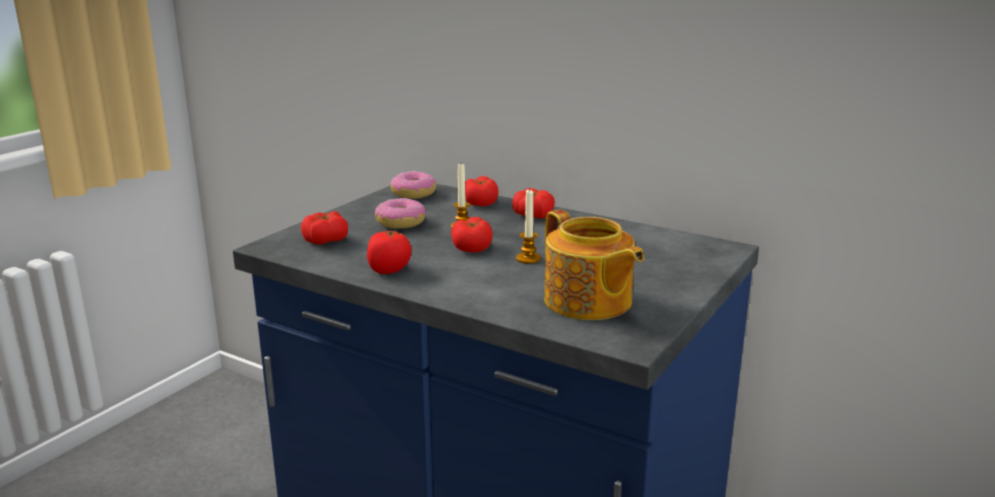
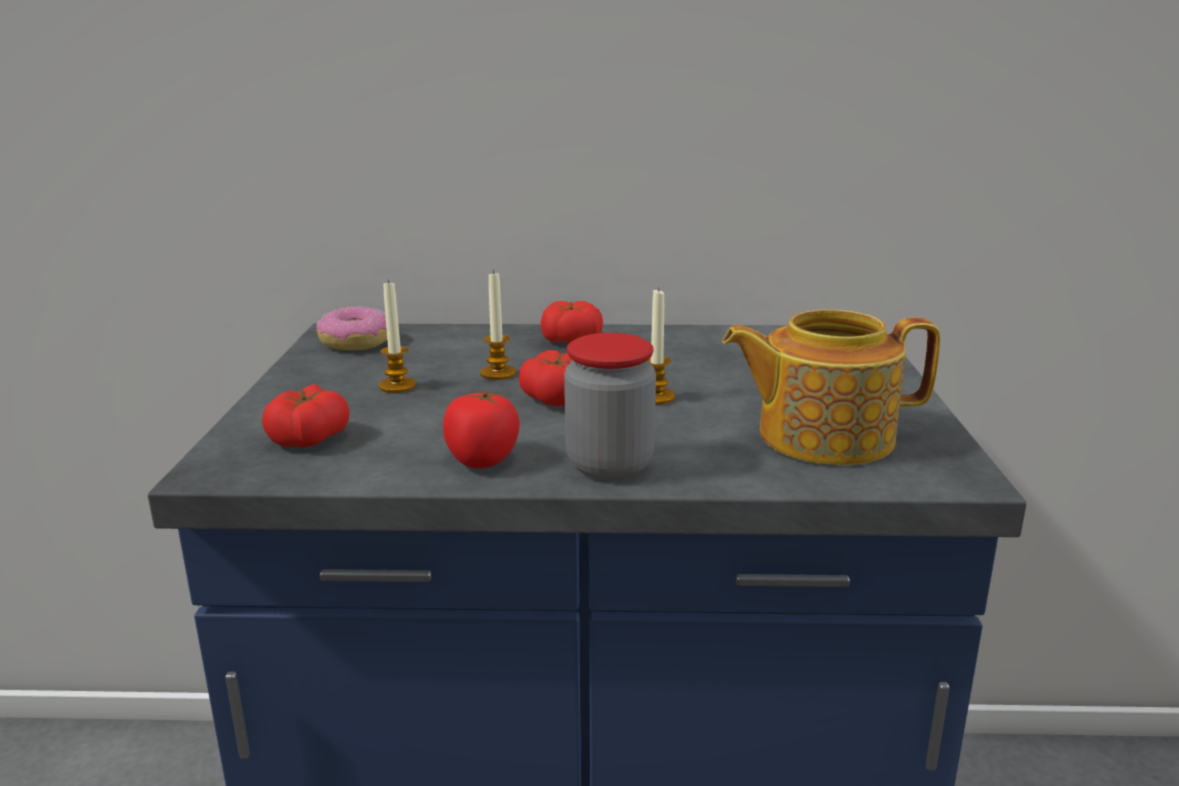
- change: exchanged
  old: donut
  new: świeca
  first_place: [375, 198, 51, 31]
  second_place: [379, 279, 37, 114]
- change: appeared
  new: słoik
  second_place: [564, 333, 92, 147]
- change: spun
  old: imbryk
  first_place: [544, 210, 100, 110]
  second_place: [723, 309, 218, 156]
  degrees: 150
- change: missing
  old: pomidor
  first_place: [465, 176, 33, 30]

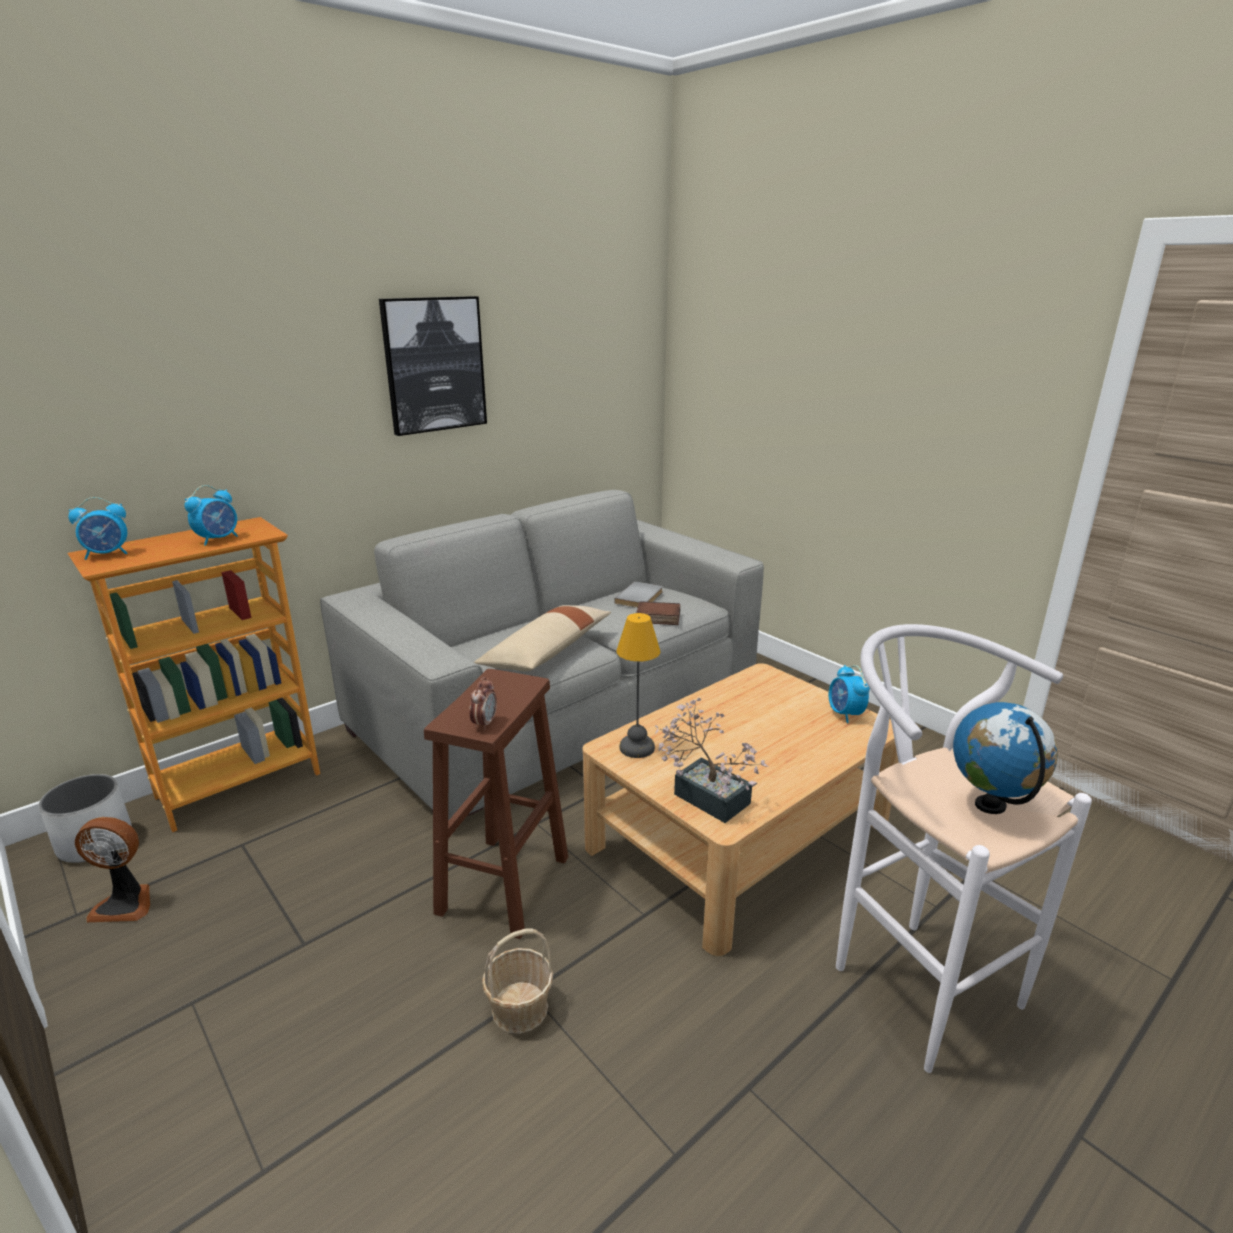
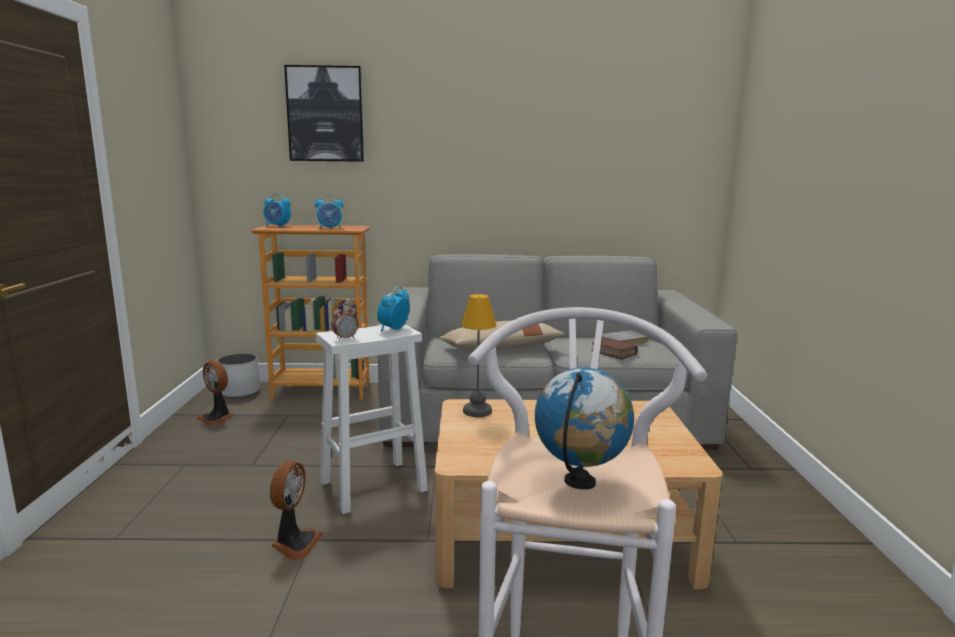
- change: exchanged
  old: koszyk
  new: wentylator
  first_place: [482, 929, 71, 105]
  second_place: [270, 461, 53, 99]
- change: relocated
  old: obraz
  first_place: [379, 296, 108, 140]
  second_place: [284, 65, 80, 97]
- change: colour
  old: stołek (brązowy)
  new: stołek (biały)
  first_place: [424, 669, 144, 270]
  second_place: [316, 324, 112, 190]
- change: relocated
  old: budzik
  first_place: [829, 665, 41, 58]
  second_place: [377, 286, 33, 46]
- change: missing
  old: roślina doniczkowa
  first_place: [655, 698, 113, 125]

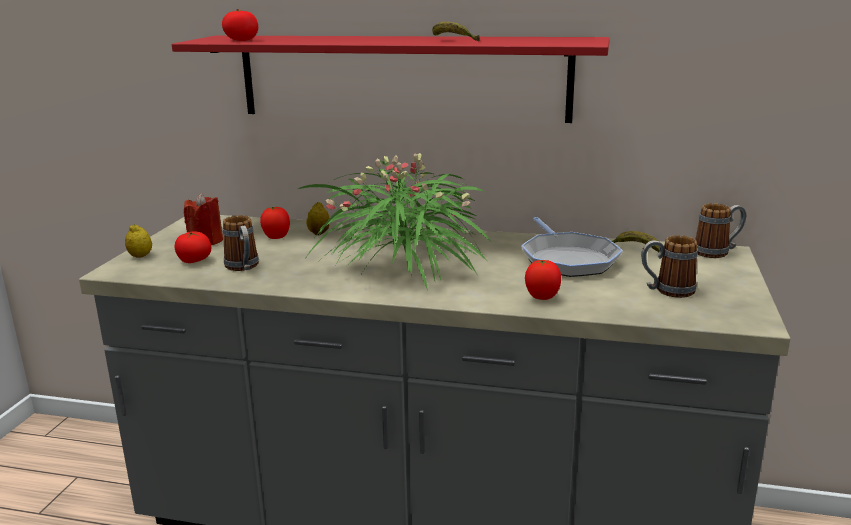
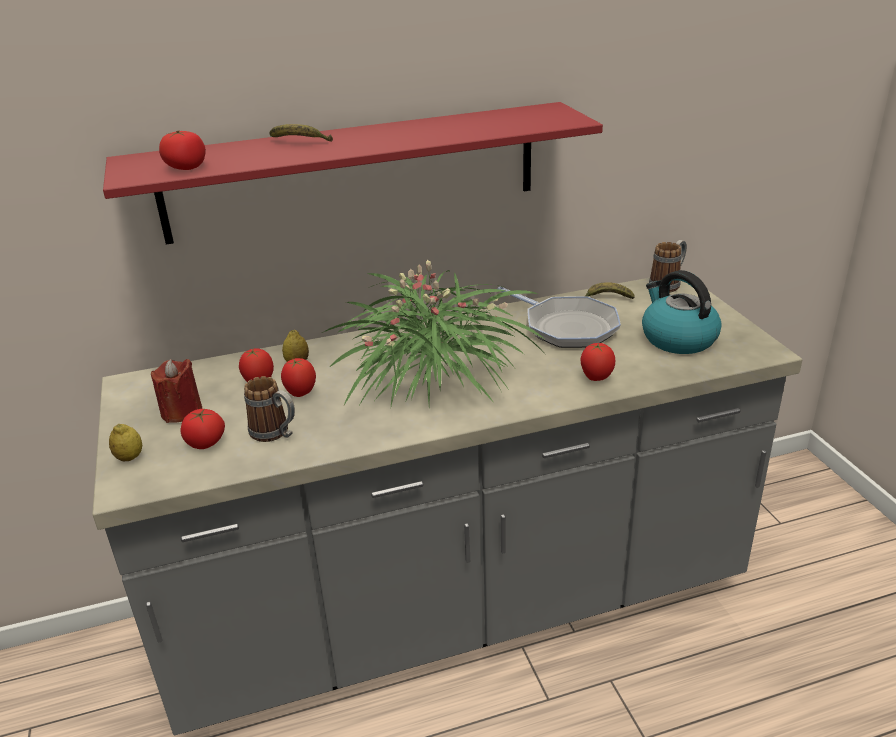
- change: relocated
  old: banan
  first_place: [432, 22, 48, 19]
  second_place: [270, 124, 63, 18]
- change: appeared
  new: pomidor
  second_place: [281, 358, 35, 39]
- change: exchanged
  old: kubek
  new: czajnik
  first_place: [641, 235, 57, 63]
  second_place: [642, 270, 80, 84]

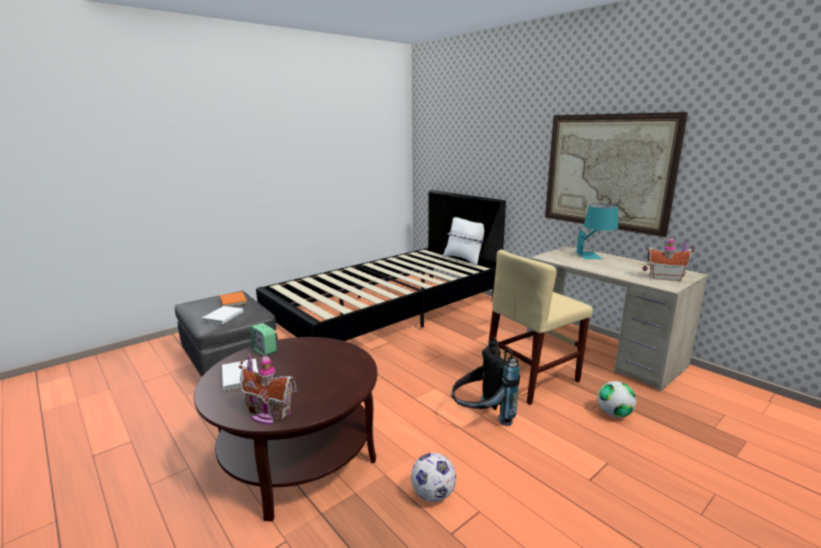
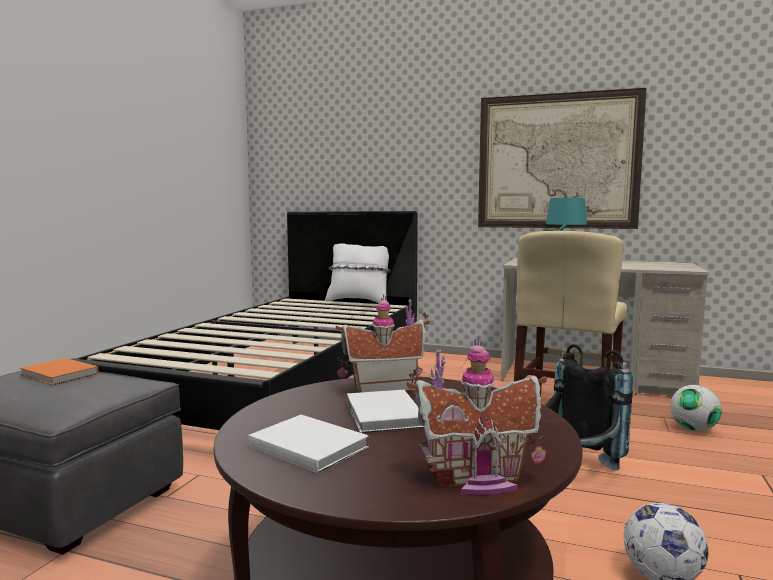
- change: relocated
  old: domek
  first_place: [643, 238, 52, 43]
  second_place: [336, 295, 94, 98]
- change: relocated
  old: książka (biały)
  first_place: [202, 306, 41, 18]
  second_place: [347, 390, 77, 43]
- change: missing
  old: budzik
  first_place: [250, 323, 27, 33]

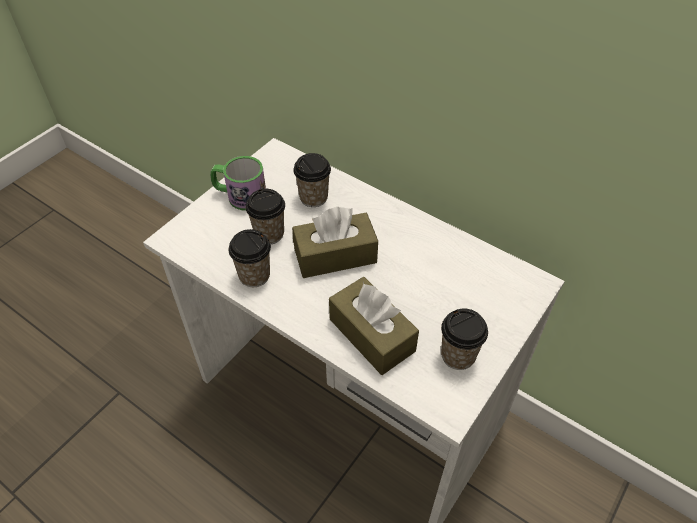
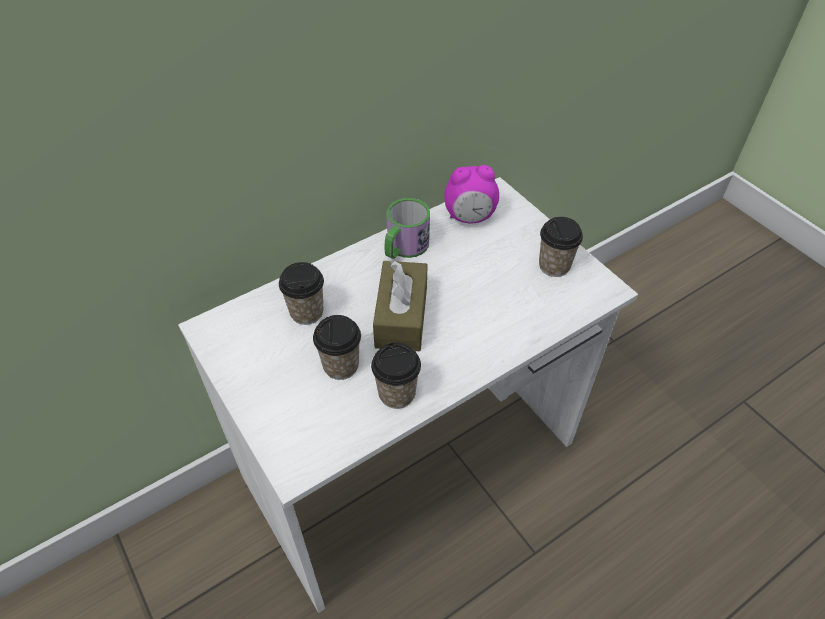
- change: relocated
  old: kubek
  first_place: [210, 156, 56, 54]
  second_place: [385, 198, 45, 61]
- change: appeared
  new: budzik
  second_place: [445, 165, 54, 59]
- change: missing
  old: pudełko chusteczek (brązowy)
  first_place: [329, 277, 90, 98]

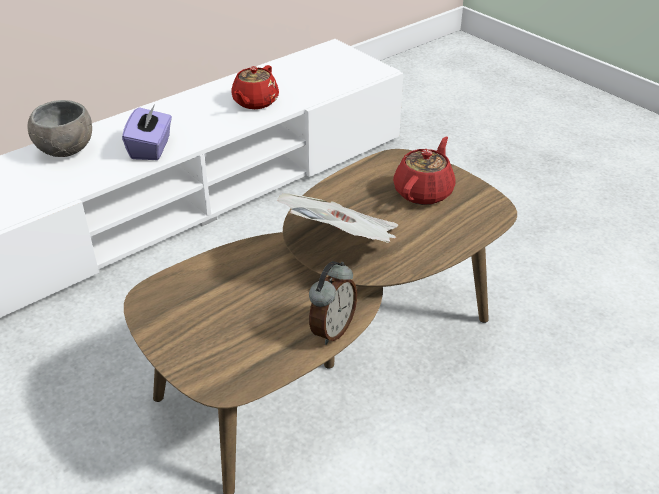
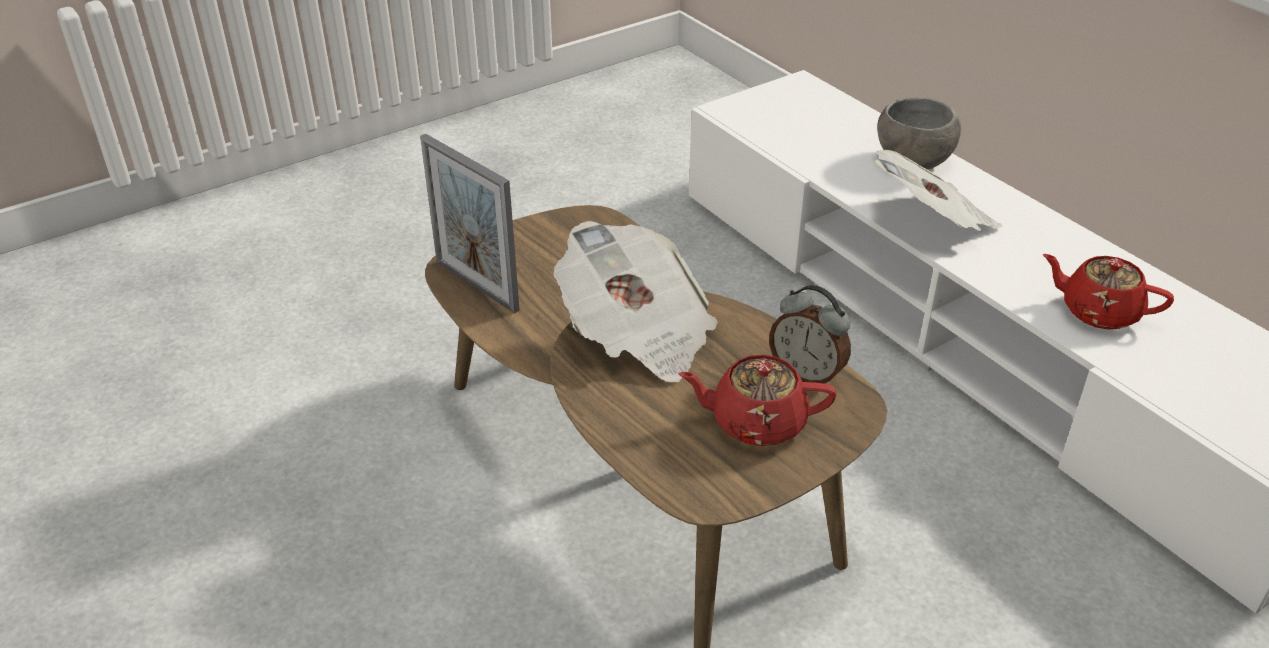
- change: appeared
  new: ramka na zdjęcie
  second_place: [420, 134, 100, 179]
- change: spun
  old: imbryk (czerwony)
  first_place: [393, 137, 63, 68]
  second_place: [678, 355, 159, 91]
  degrees: 150
- change: relocated
  old: budzik
  first_place: [309, 261, 48, 84]
  second_place: [769, 285, 82, 99]
- change: exchanged
  old: pudełko chusteczek (fioletowy)
  new: gazeta
  first_place: [122, 104, 50, 56]
  second_place: [873, 150, 129, 81]

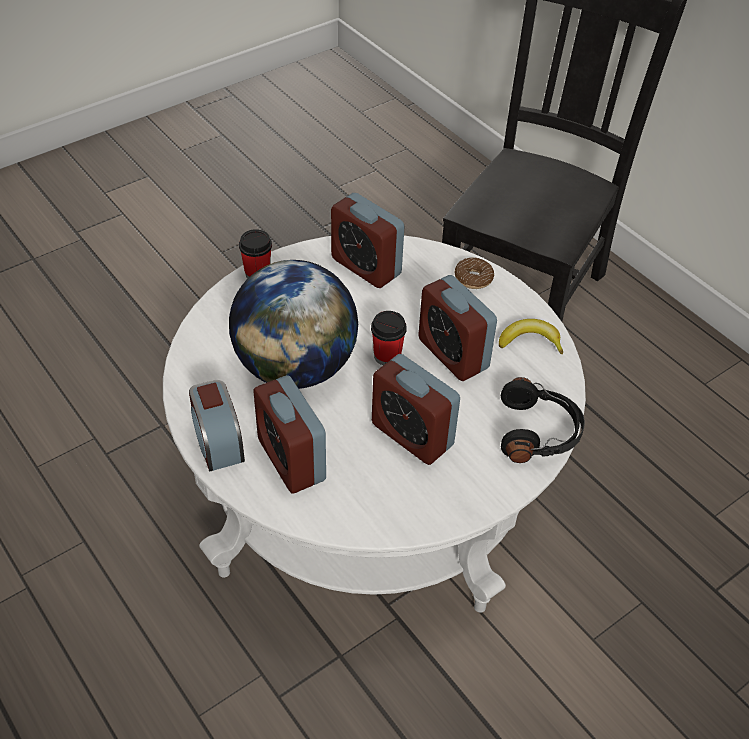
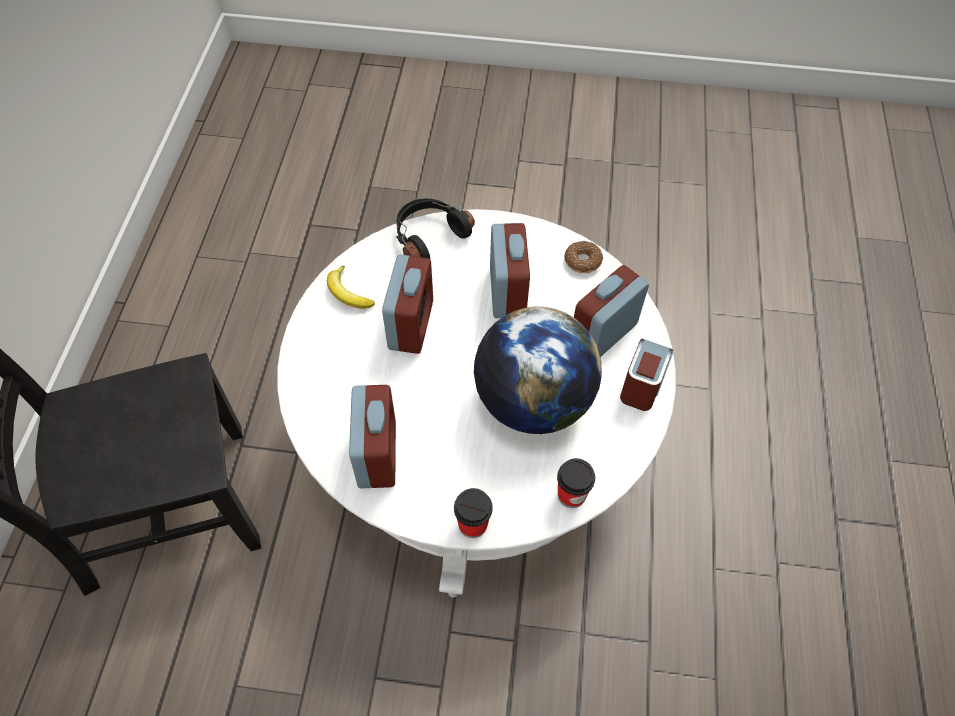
- change: relocated
  old: filiżanka
  first_place: [371, 311, 36, 54]
  second_place: [557, 458, 38, 50]
- change: relocated
  old: donut
  first_place: [454, 257, 41, 32]
  second_place: [564, 241, 39, 32]
- change: spun
  old: budzik
  first_place: [253, 375, 73, 119]
  second_place: [574, 265, 75, 92]
  degrees: -150

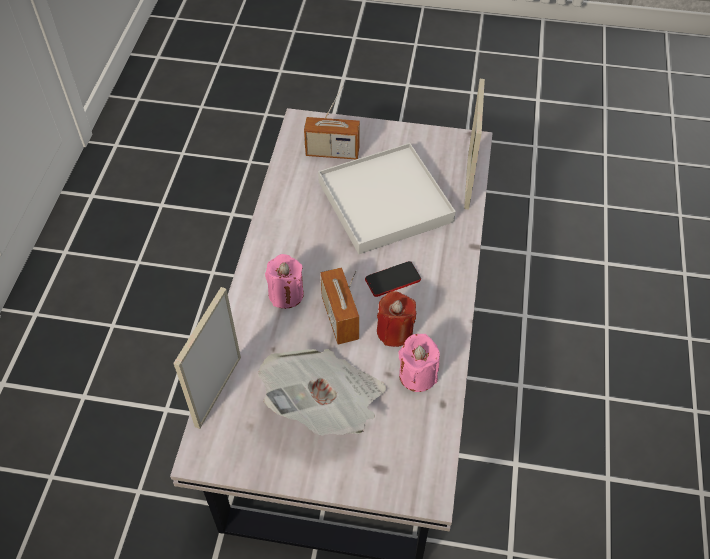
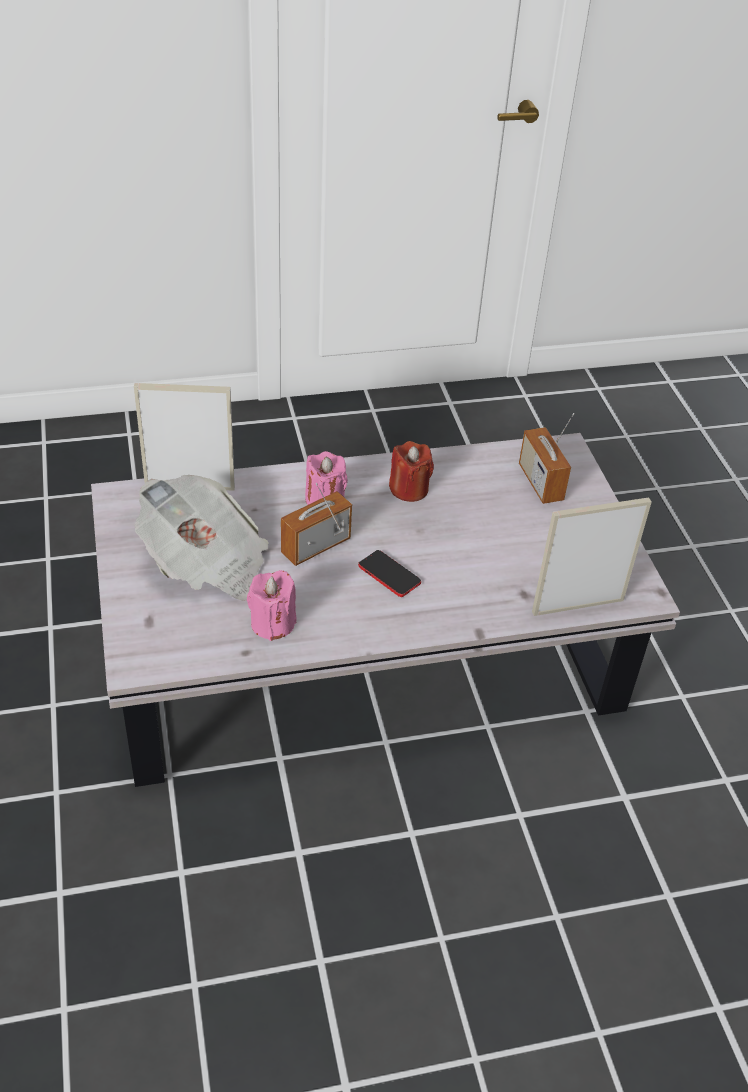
- change: relocated
  old: świeca (czerwony)
  first_place: [377, 291, 40, 56]
  second_place: [389, 441, 45, 61]
- change: missing
  old: taca (biały)
  first_place: [318, 143, 138, 111]

